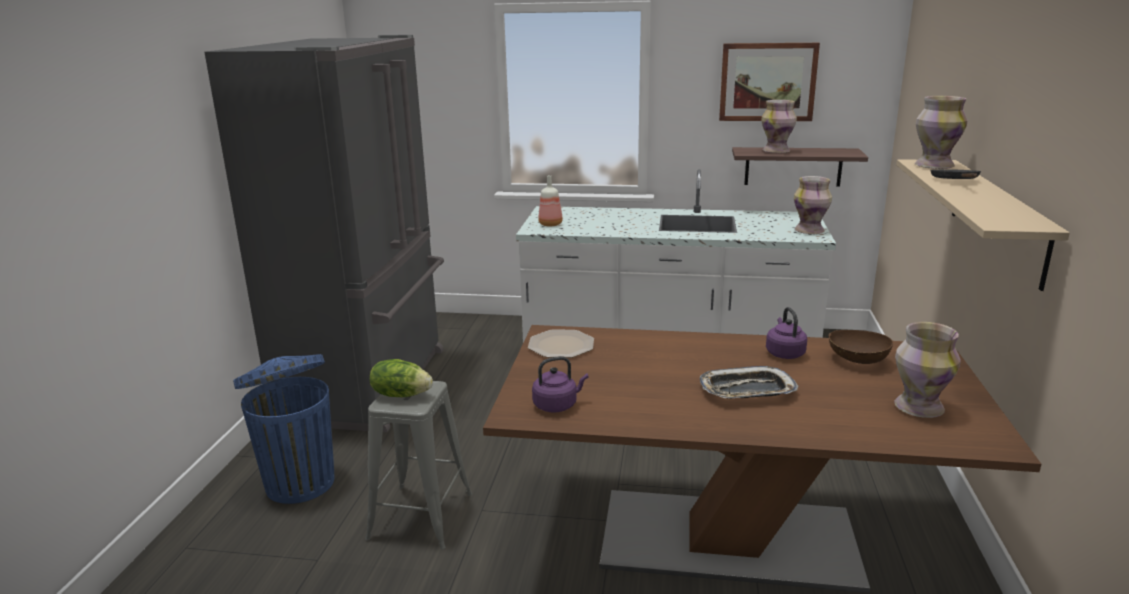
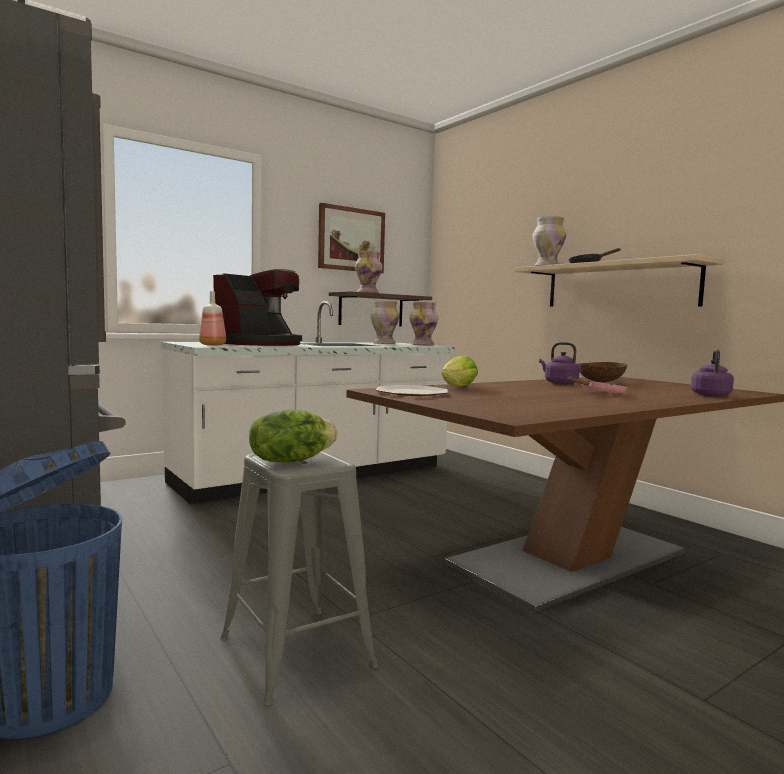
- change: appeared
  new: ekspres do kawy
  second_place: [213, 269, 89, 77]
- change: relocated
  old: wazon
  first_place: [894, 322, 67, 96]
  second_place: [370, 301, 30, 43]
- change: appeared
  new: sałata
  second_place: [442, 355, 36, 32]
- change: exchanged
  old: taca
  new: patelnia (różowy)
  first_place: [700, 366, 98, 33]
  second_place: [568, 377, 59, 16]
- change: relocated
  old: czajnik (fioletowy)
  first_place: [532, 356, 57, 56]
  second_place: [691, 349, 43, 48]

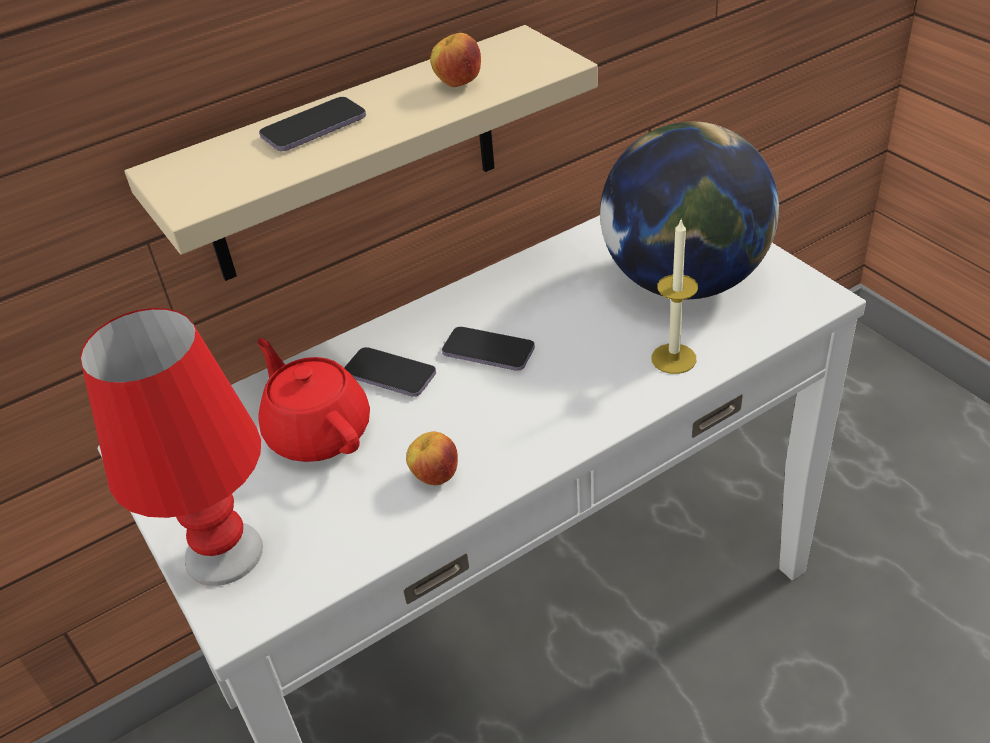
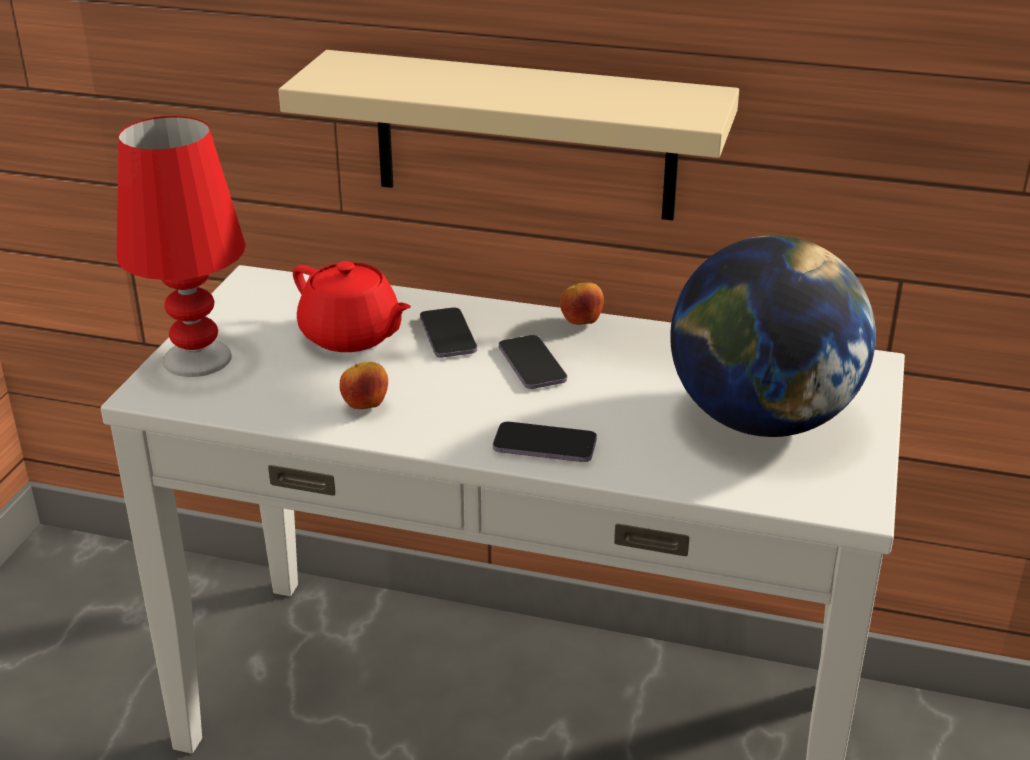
- change: spun
  old: imbryk (czerwony)
  first_place: [257, 338, 113, 124]
  second_place: [293, 261, 118, 91]
  degrees: 120
- change: relocated
  old: telefon
  first_place: [259, 97, 107, 54]
  second_place: [493, 422, 104, 40]
- change: relocated
  old: jabłko
  first_place: [430, 33, 51, 54]
  second_place: [560, 282, 44, 43]
- change: missing
  old: świeca
  first_place: [652, 218, 46, 156]

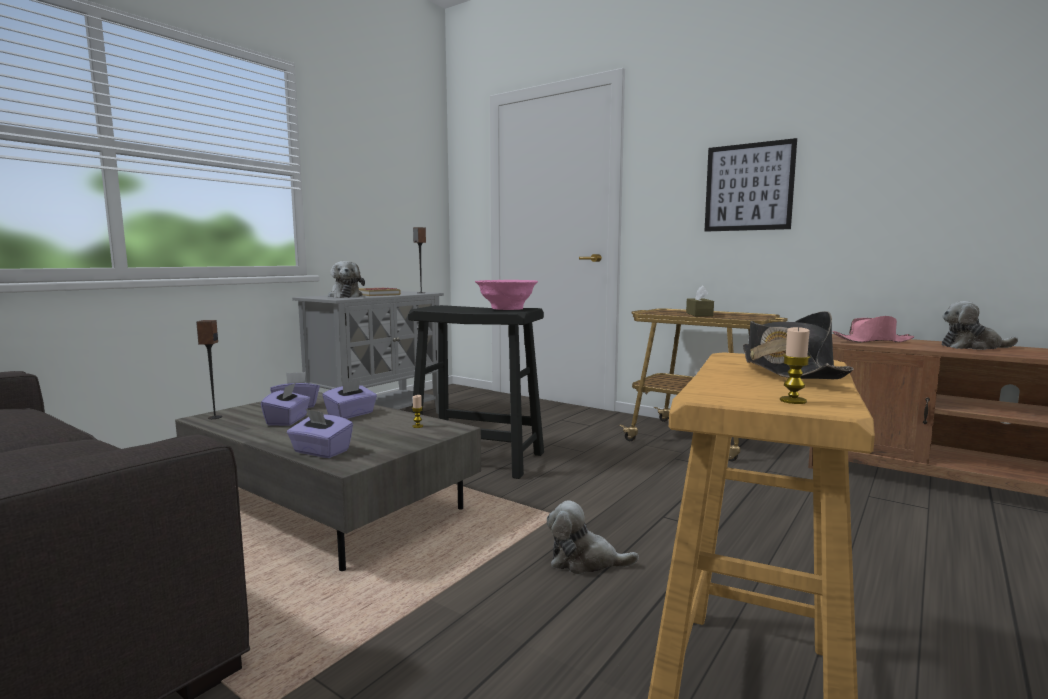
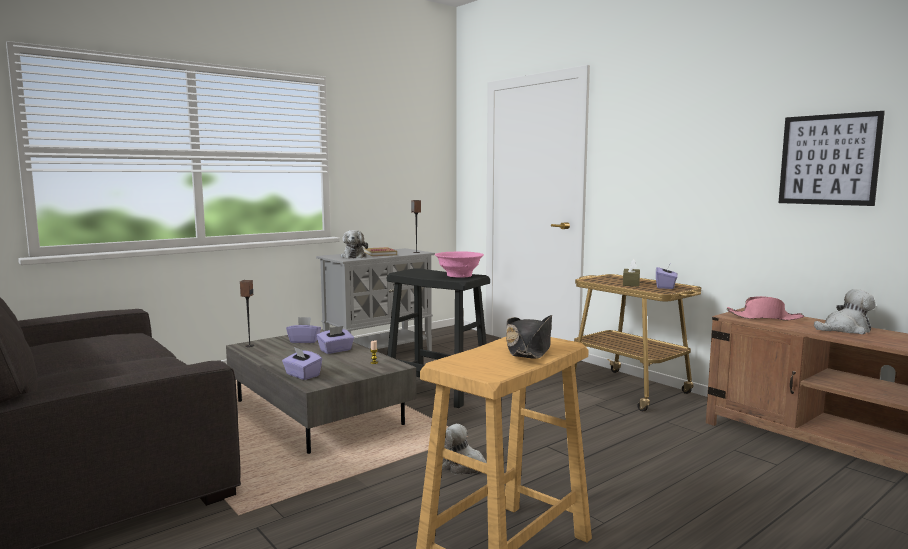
- change: relocated
  old: pudełko chusteczek (fioletowy)
  first_place: [261, 383, 49, 43]
  second_place: [656, 267, 22, 22]
- change: relocated
  old: obraz
  first_place: [705, 138, 92, 94]
  second_place: [779, 111, 106, 95]
- change: spun
  old: pluszak
  first_place: [942, 301, 76, 49]
  second_place: [814, 289, 62, 45]
  degrees: 150
- change: missing
  old: świeca
  first_place: [780, 327, 30, 77]

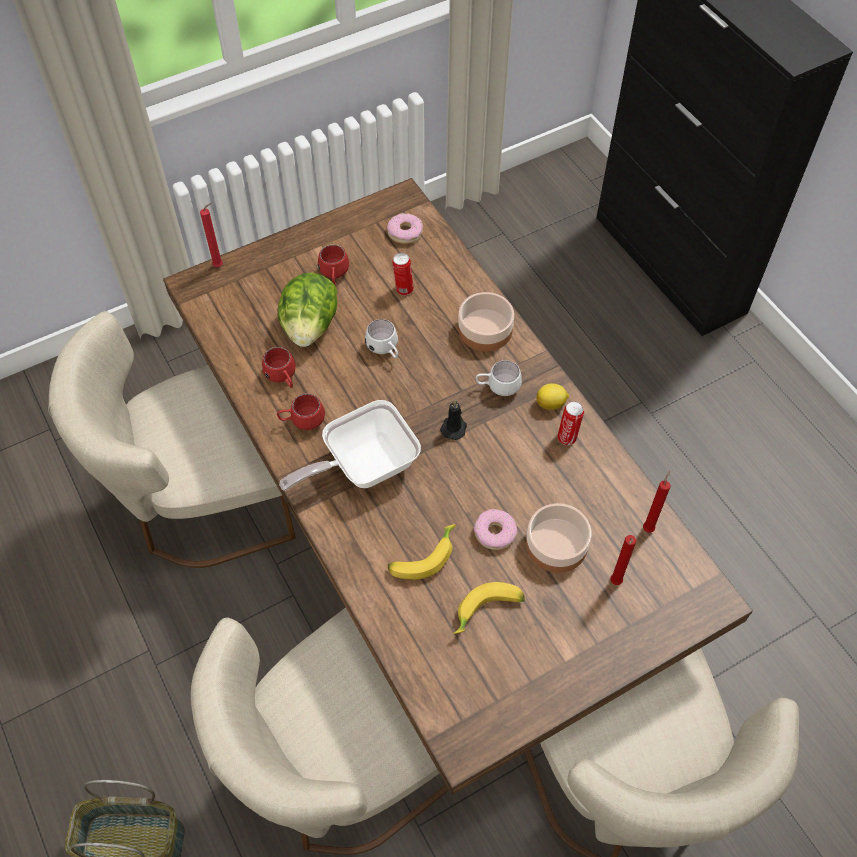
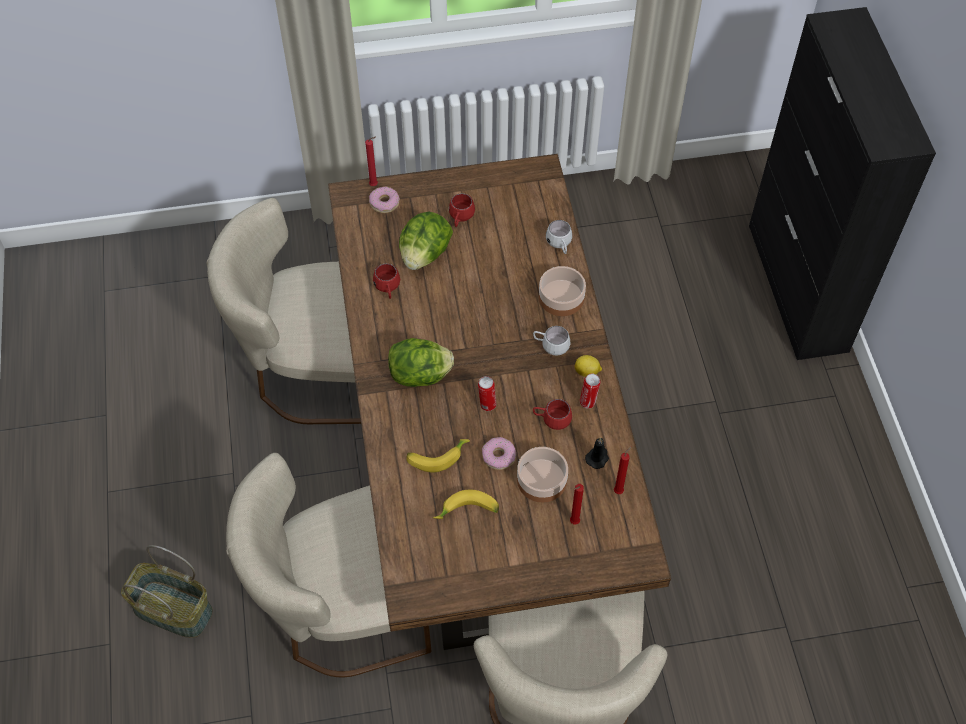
- change: relocated
  old: donut
  first_place: [387, 213, 36, 31]
  second_place: [369, 186, 31, 27]
- change: exchanged
  old: patelnia
  new: sałata
  first_place: [279, 400, 142, 91]
  second_place: [388, 338, 66, 49]
- change: relocated
  old: puszka
  first_place: [392, 253, 22, 42]
  second_place: [478, 376, 18, 35]
- change: relocated
  old: kubek (czerwony)
  first_place: [277, 393, 48, 37]
  second_place: [533, 399, 39, 31]
- change: relocated
  old: kubek (biały)
  first_place: [365, 319, 33, 40]
  second_place: [546, 220, 26, 34]
- change: relocated
  old: świeca (czarny)
  first_place: [440, 401, 27, 39]
  second_place: [585, 437, 24, 32]

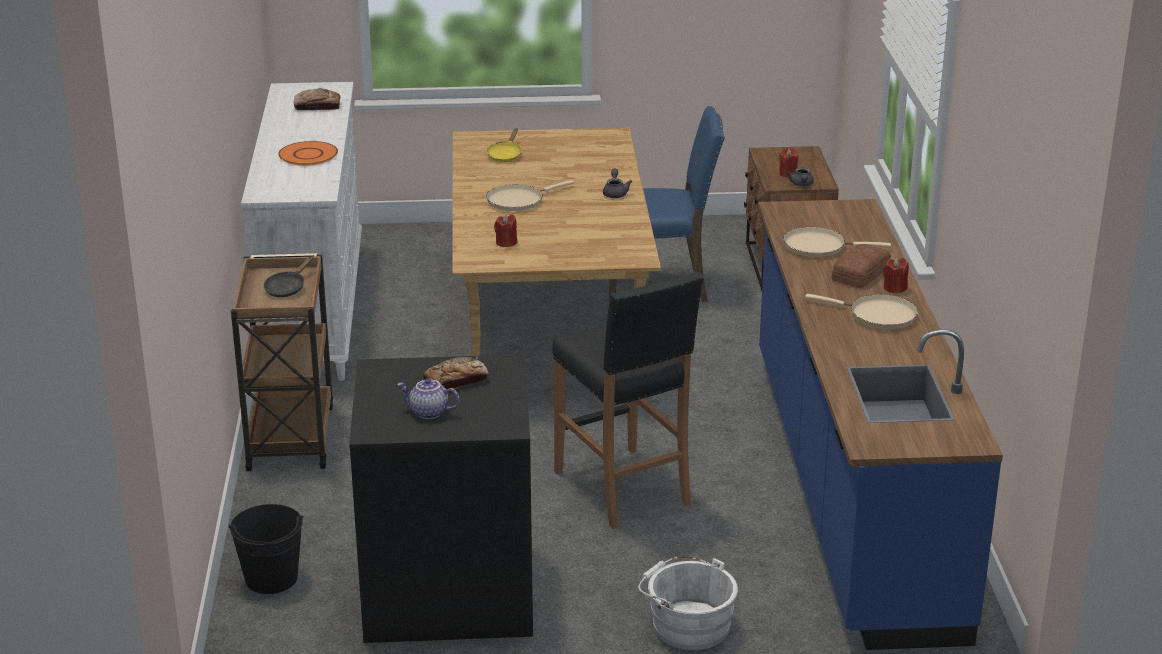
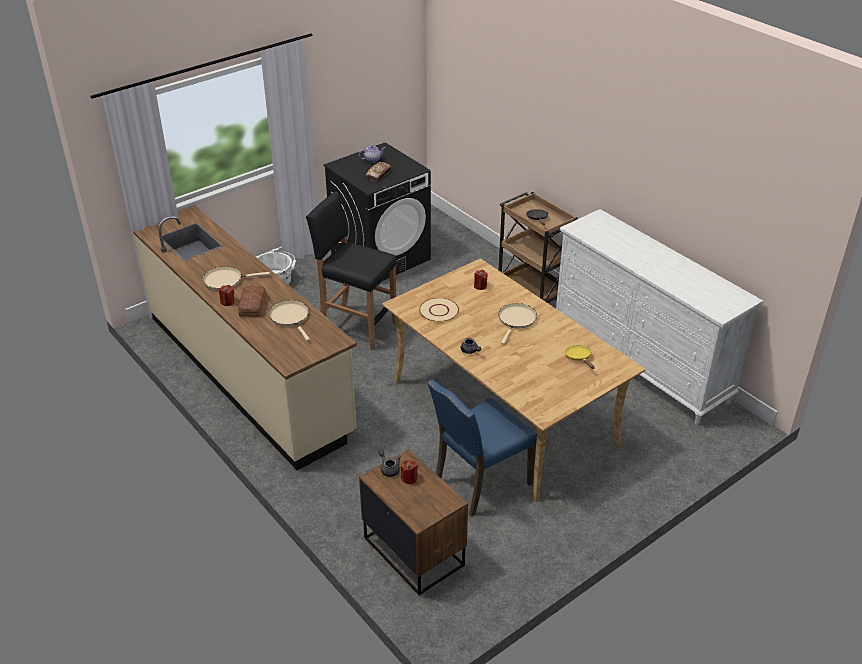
- change: colour
  old: zabudowa kuchenna (niebieski)
  new: zabudowa kuchenna (beżowy)
  first_place: [758, 199, 245, 451]
  second_place: [130, 205, 227, 265]
- change: spun
  old: patelnia (beżowy)
  first_place: [783, 227, 108, 30]
  second_place: [269, 300, 41, 41]
  degrees: -90
- change: appeared
  new: talerz (beżowy)
  second_place: [419, 298, 40, 24]
- change: missing
  old: wiadro (czarny)
  first_place: [229, 504, 74, 90]
- change: missing
  old: talerz (pomarańczowy)
  first_place: [278, 141, 60, 25]
- change: missing
  old: chleb
  first_place: [294, 88, 46, 22]

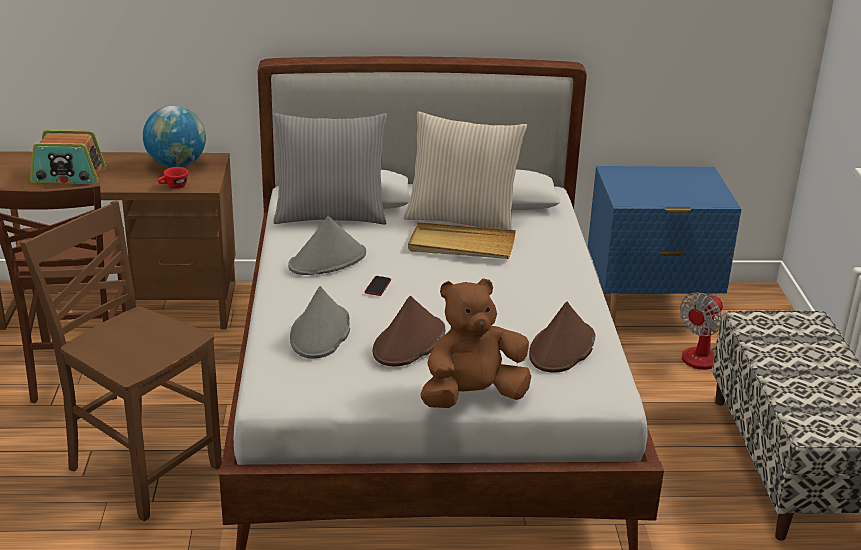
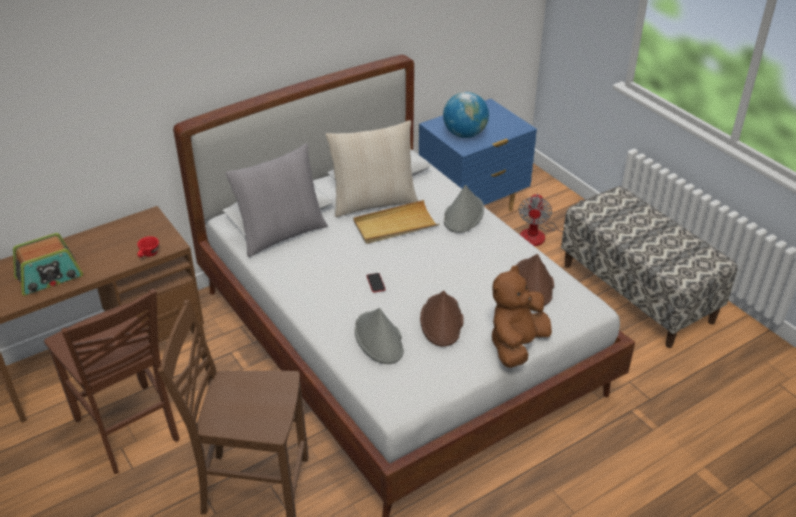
- change: relocated
  old: globus
  first_place: [143, 105, 63, 62]
  second_place: [443, 92, 46, 46]
- change: relocated
  old: kapelusz (szary)
  first_place: [288, 216, 78, 59]
  second_place: [444, 185, 40, 48]

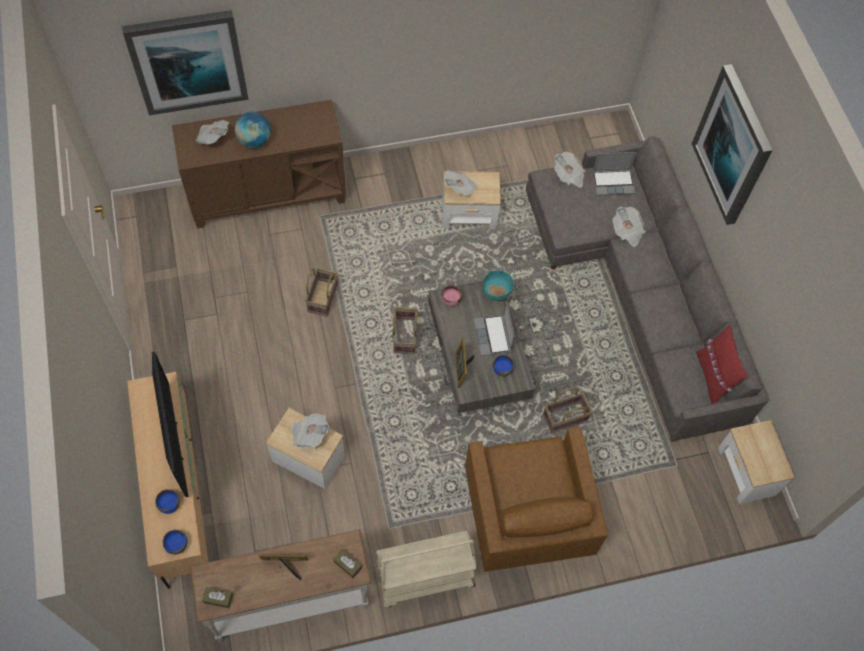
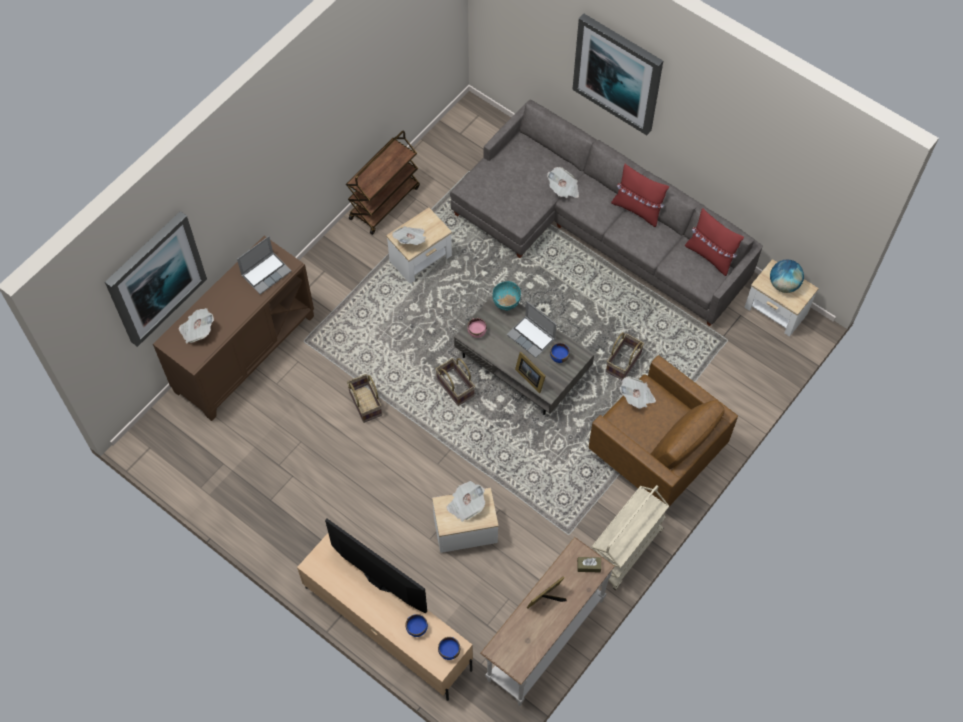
- change: relocated
  old: laptop
  first_place: [592, 152, 45, 44]
  second_place: [237, 236, 54, 58]
- change: appeared
  new: wózek (brązowy)
  second_place: [346, 131, 74, 104]
- change: appeared
  new: poduszka (czerwony)
  second_place: [611, 163, 58, 64]
- change: relocated
  old: gazeta
  first_place: [554, 152, 32, 36]
  second_place: [619, 376, 37, 33]
- change: relocated
  old: globus
  first_place: [235, 112, 36, 36]
  second_place: [770, 259, 34, 34]
- change: missing
  old: pudełko chusteczek (brązowy)
  first_place: [202, 587, 31, 21]

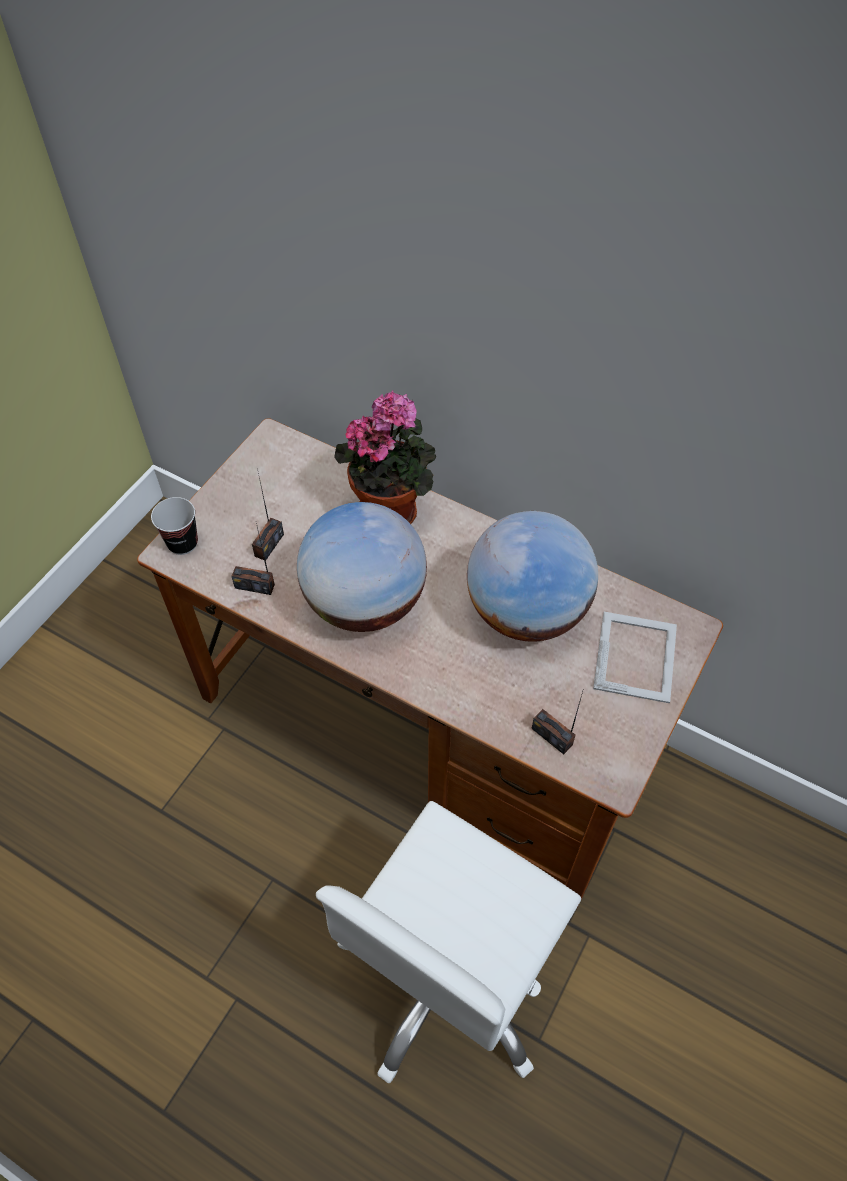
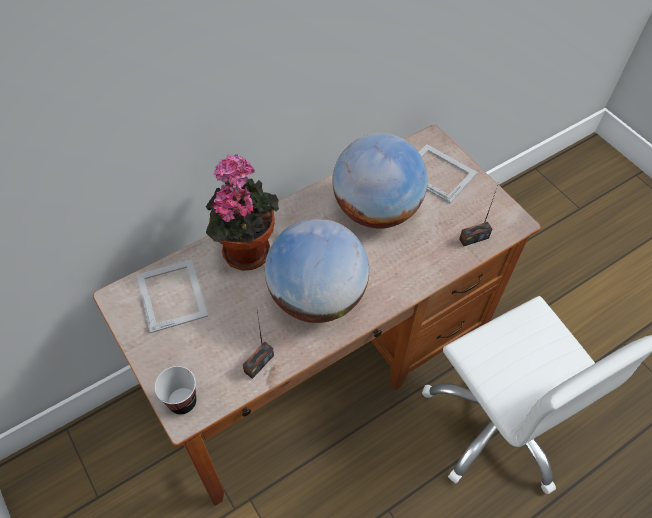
- change: appeared
  new: ramka na zdjęcie
  second_place: [137, 260, 71, 73]
- change: missing
  old: radio
  first_place: [252, 473, 32, 88]

